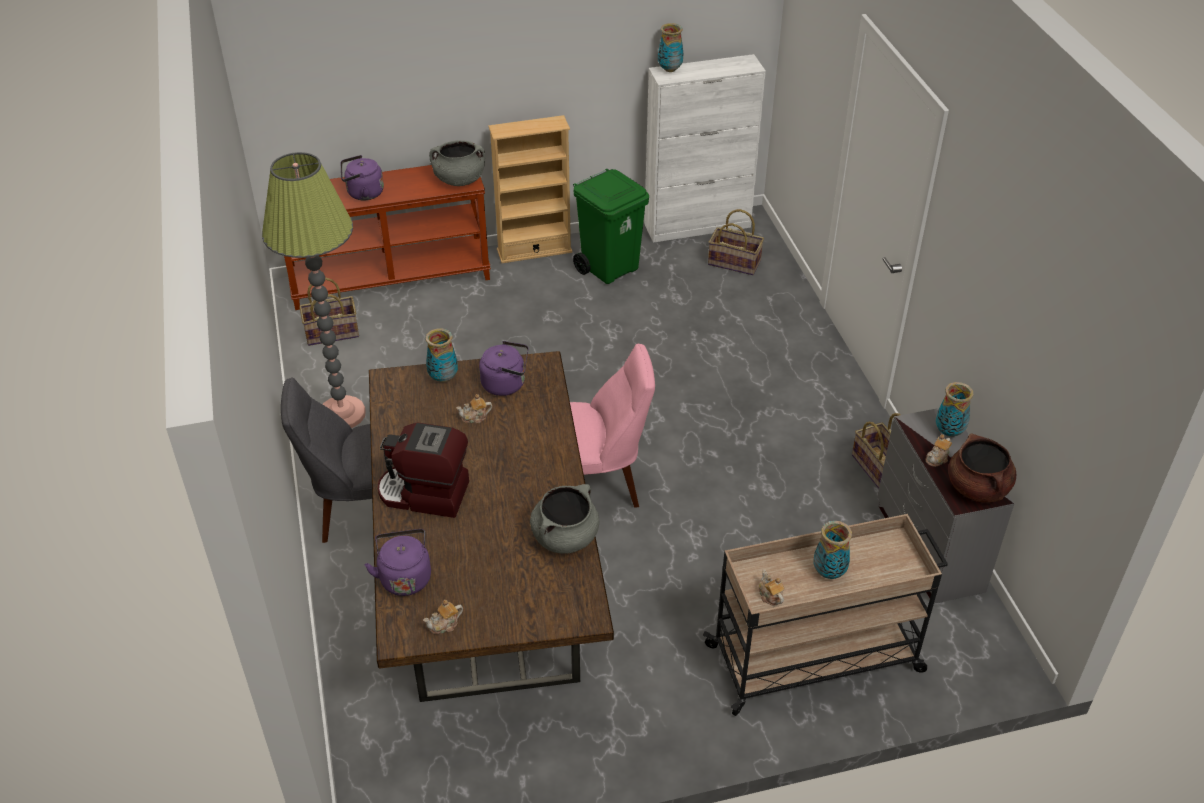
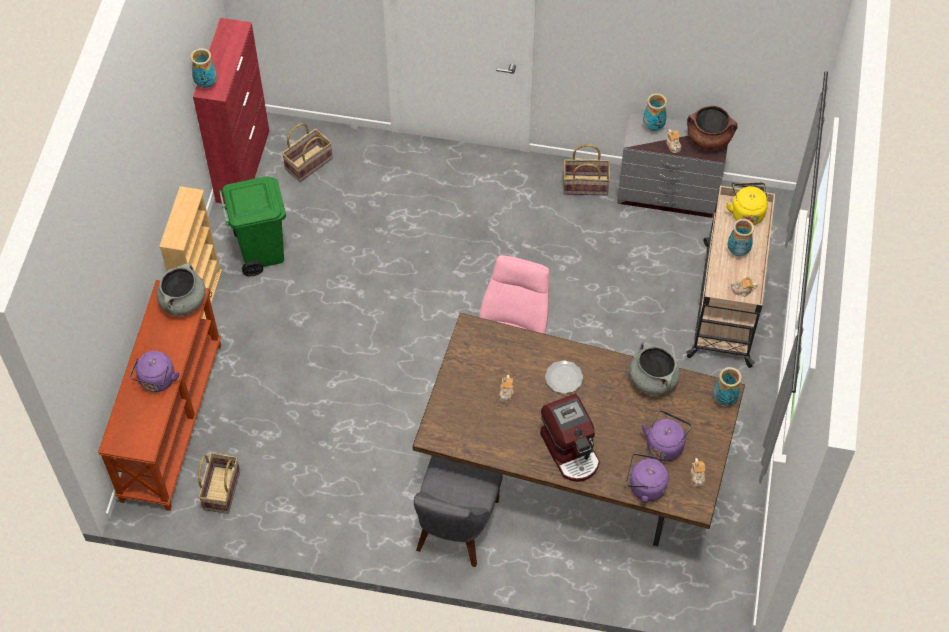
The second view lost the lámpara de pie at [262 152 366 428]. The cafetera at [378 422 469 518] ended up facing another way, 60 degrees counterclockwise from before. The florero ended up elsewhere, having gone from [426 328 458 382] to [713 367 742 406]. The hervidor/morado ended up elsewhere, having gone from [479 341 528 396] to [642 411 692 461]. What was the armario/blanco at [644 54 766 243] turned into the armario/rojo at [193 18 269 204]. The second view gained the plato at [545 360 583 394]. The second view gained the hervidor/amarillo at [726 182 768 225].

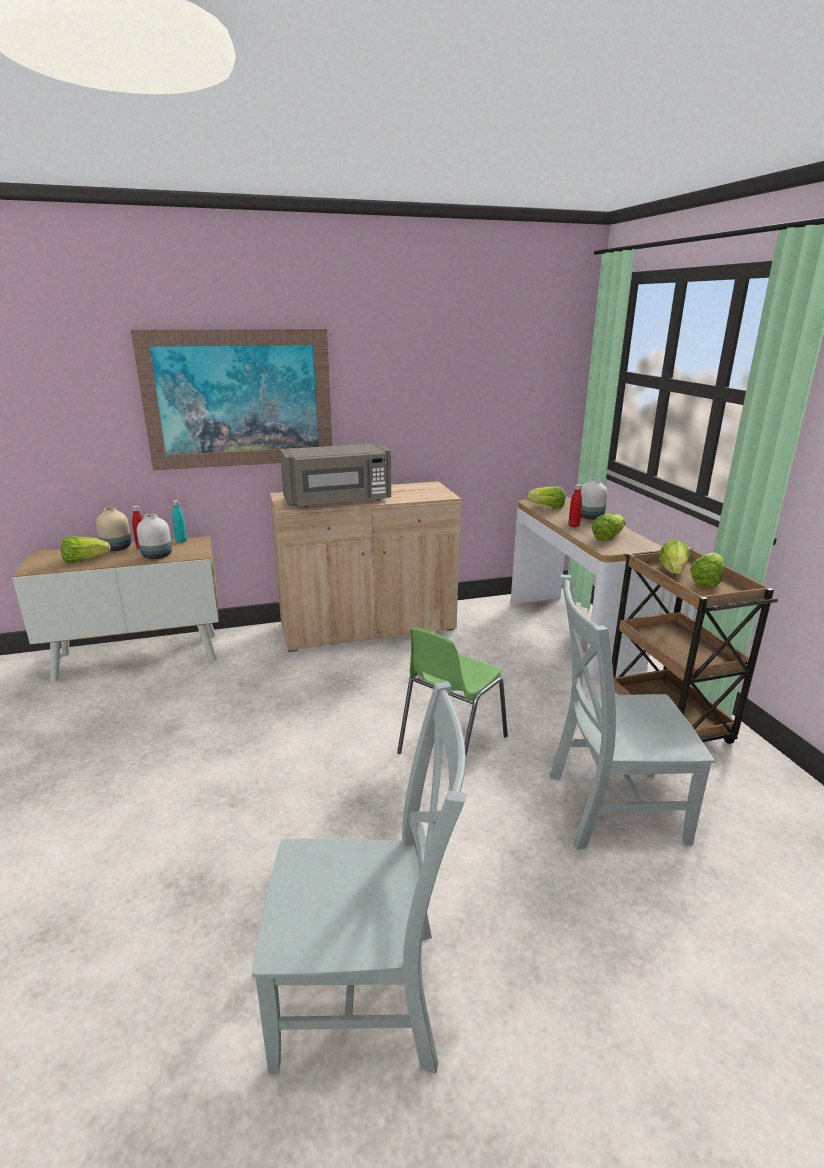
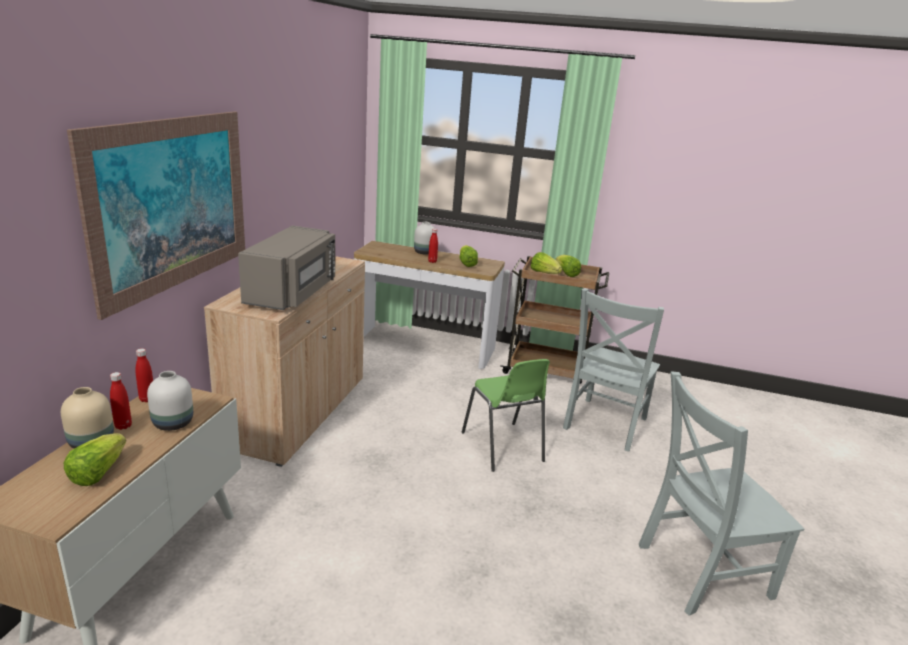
What was the botella/turquesa at [172 500 187 543] turned into the botella/rojo at [136 348 153 402]. The silla/gris at [252 682 467 1074] ended up facing another way, 135 degrees counterclockwise from before. The second view lost the lechuga at [527 486 566 509].

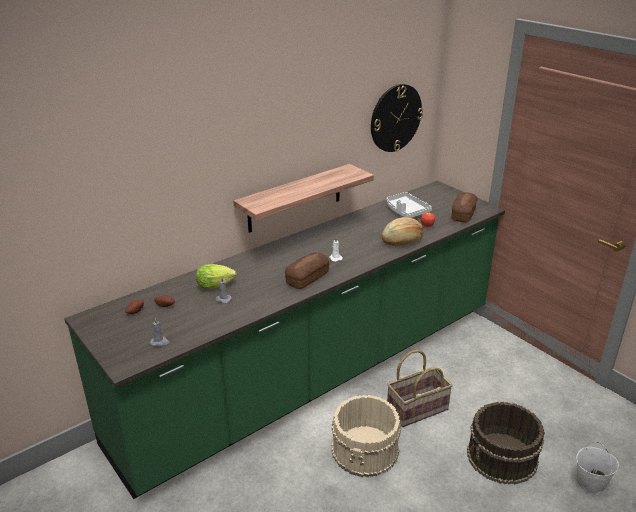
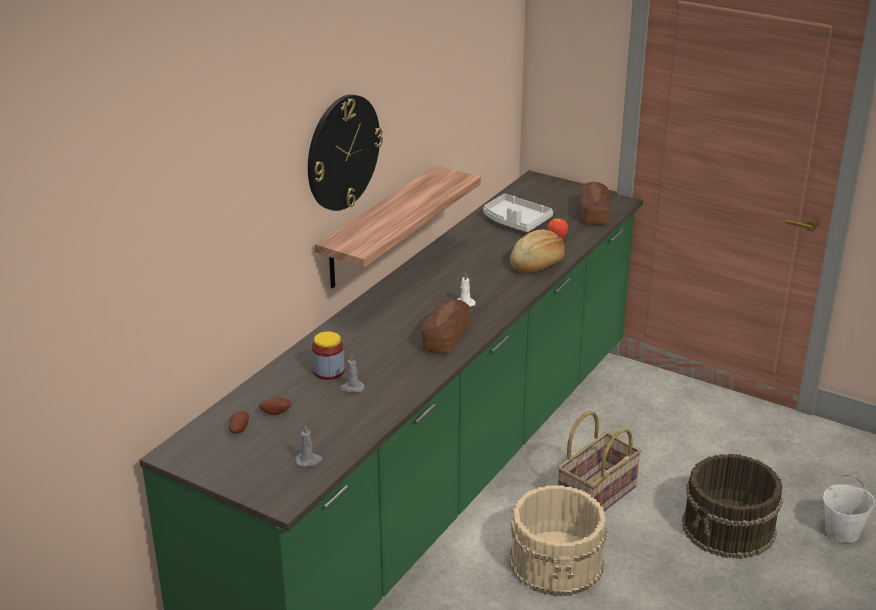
Where the lechuga stood at [196 264 237 289], the tarro came to stand at [312 331 344 380]. The reloj de pared ended up elsewhere, having gone from [371 84 423 152] to [308 95 383 211].

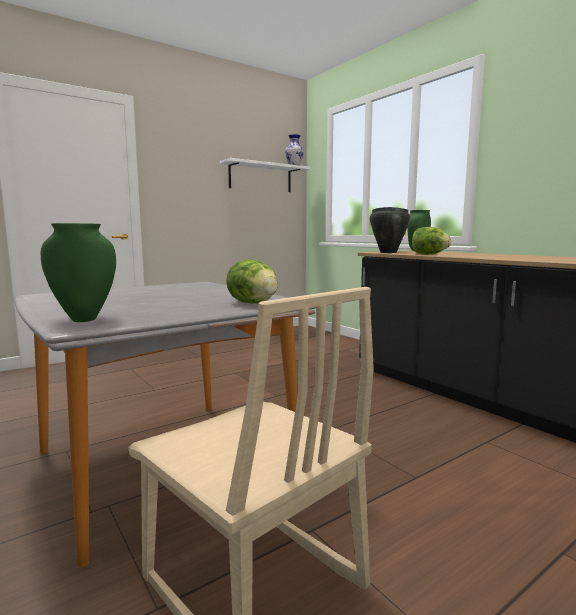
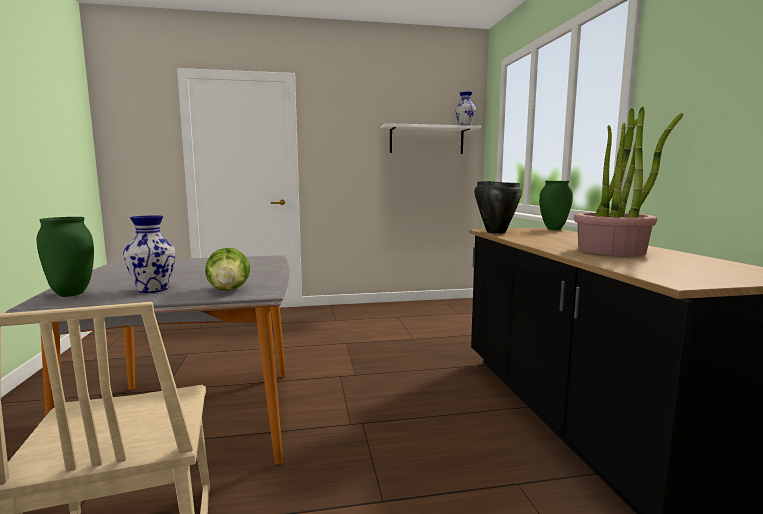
The second view lost the lechuga at [412 227 451 255]. The second view gained the florero at [123 215 176 293]. The second view gained the planta en maceta at [574 106 683 256].

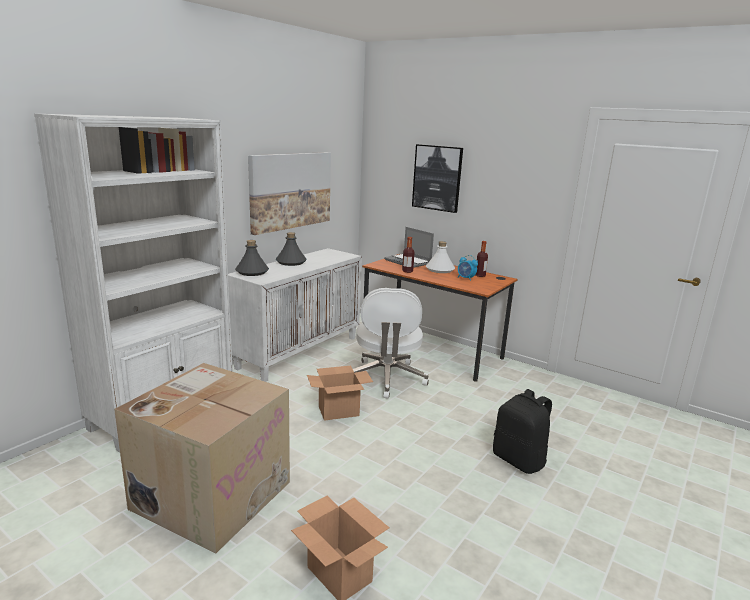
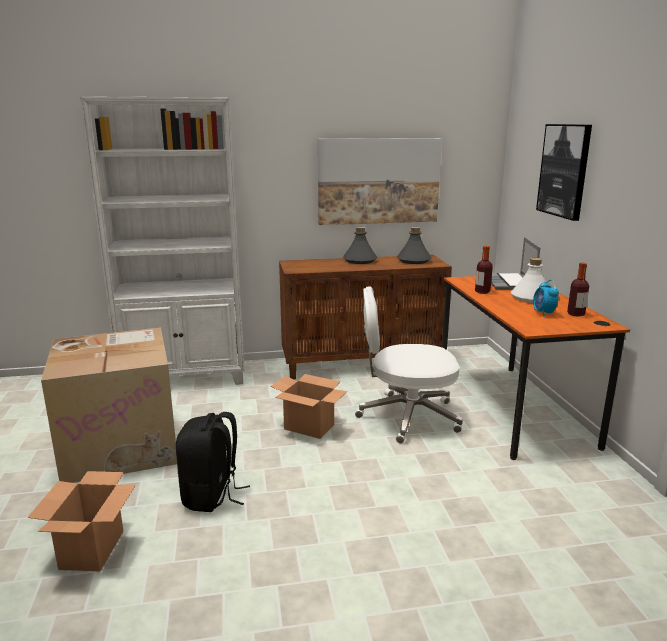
What was the armario/blanco at [228 248 362 382] turned into the armario/marrón at [279 255 452 379]. The botella/gris ended up elsewhere, having gone from [235 240 269 276] to [397 227 431 264]. The silla de oficina/blanco at [353 288 429 399] ended up facing another way, 45 degrees clockwise from before. The mochila/negro ended up elsewhere, having gone from [493 389 552 474] to [176 412 250 512].

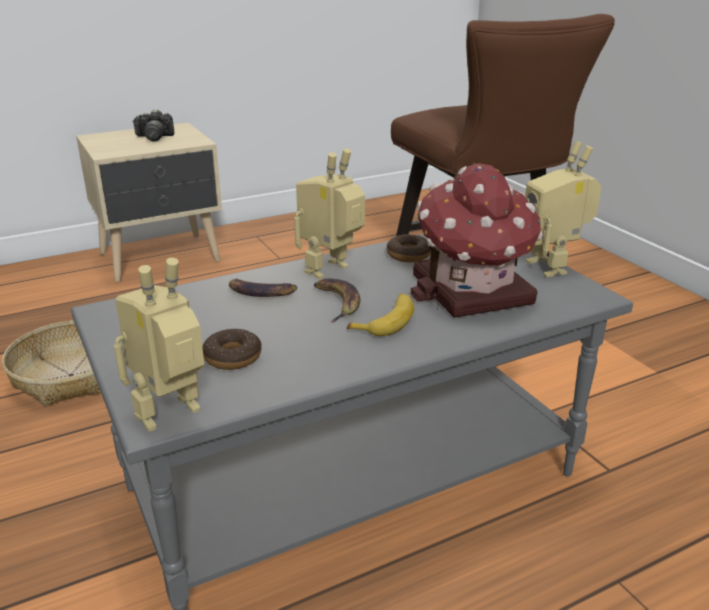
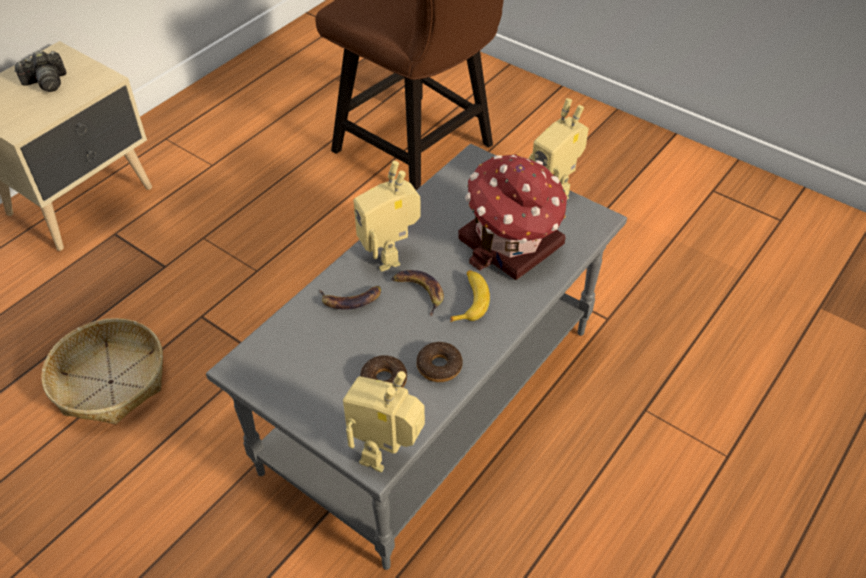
The robot de juguete at [294 149 365 279] ended up facing another way, 45 degrees counterclockwise from before. The rosquilla ended up elsewhere, having gone from [387 234 431 262] to [416 342 463 382].

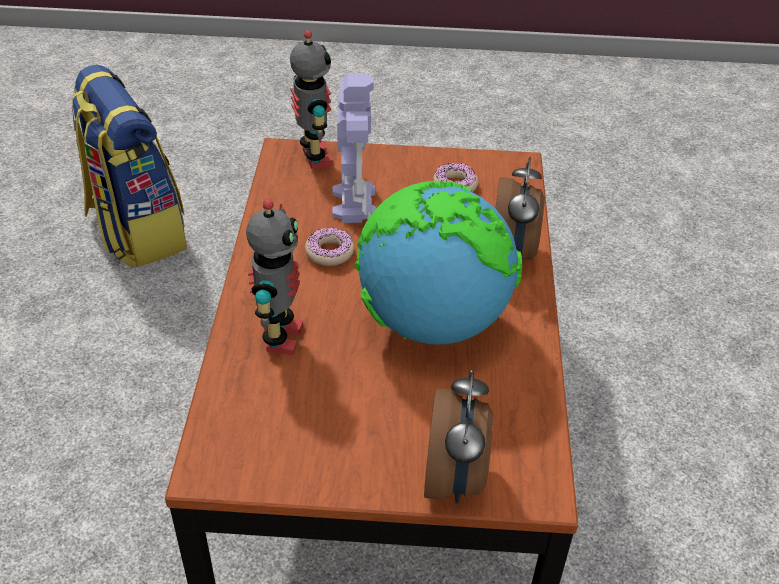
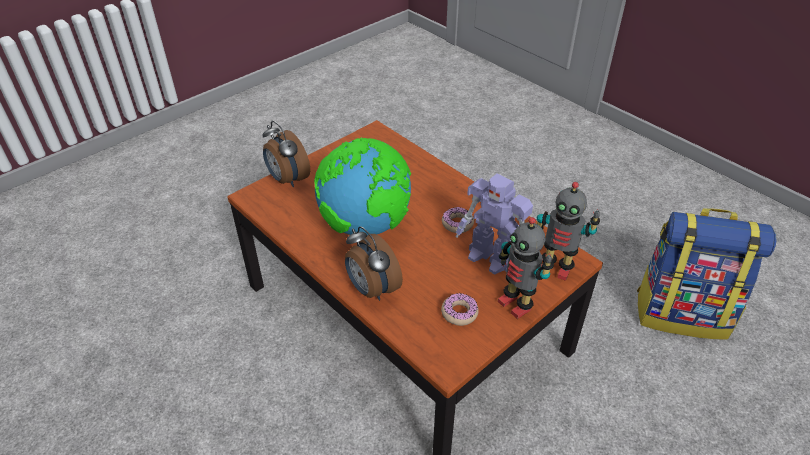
The robot de juguete ended up elsewhere, having gone from [246 199 303 355] to [498 217 554 319].

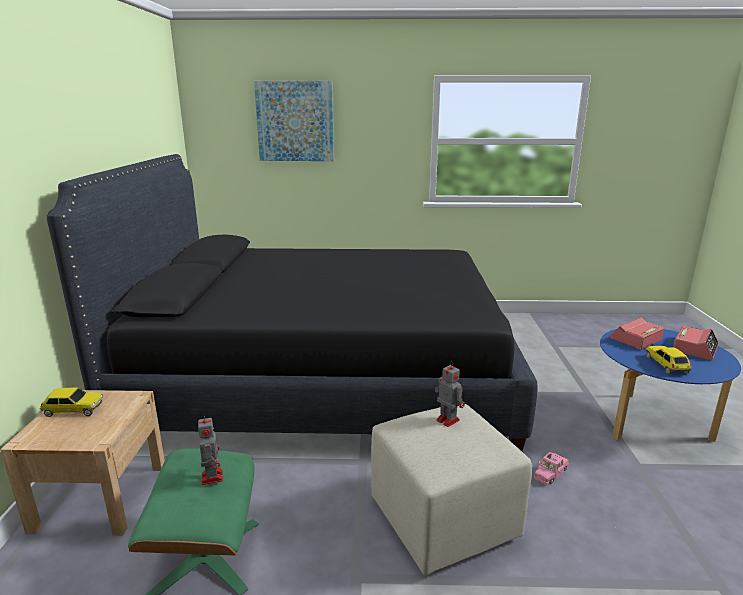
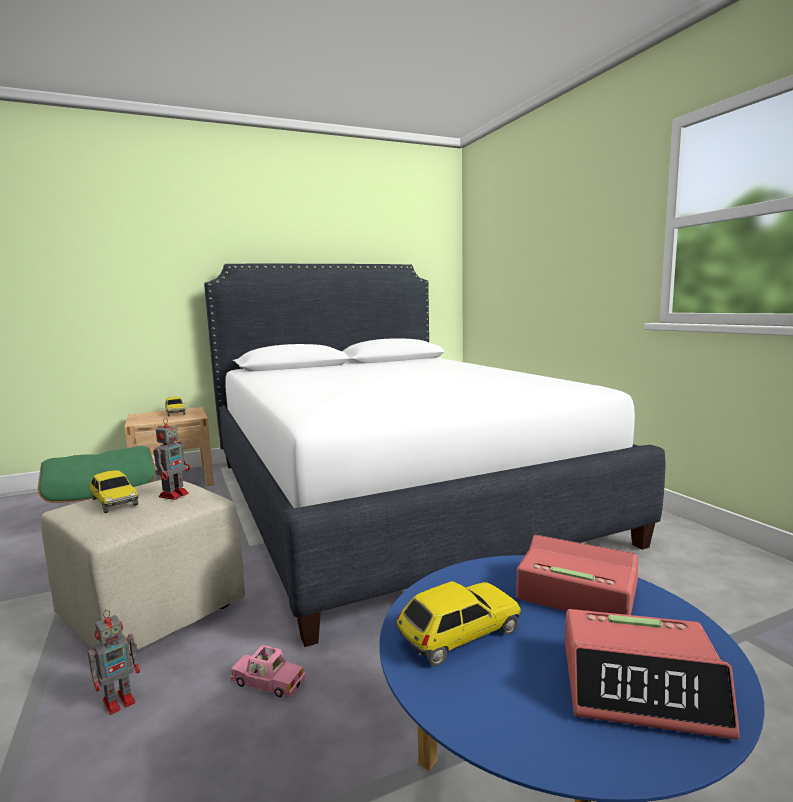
What was the cama/negro at [47 154 538 451] turned into the cama/blanco at [204 263 665 647]. The robot de juguete ended up elsewhere, having gone from [198 415 223 485] to [88 610 140 715]. The second view lost the cuadro at [254 81 334 161]. The second view gained the coche de juguete at [90 470 139 513].

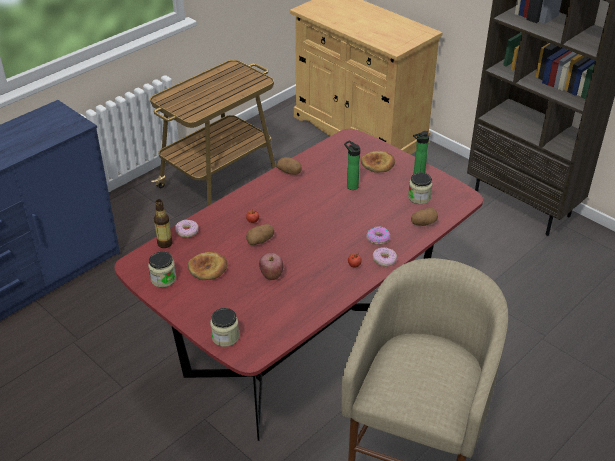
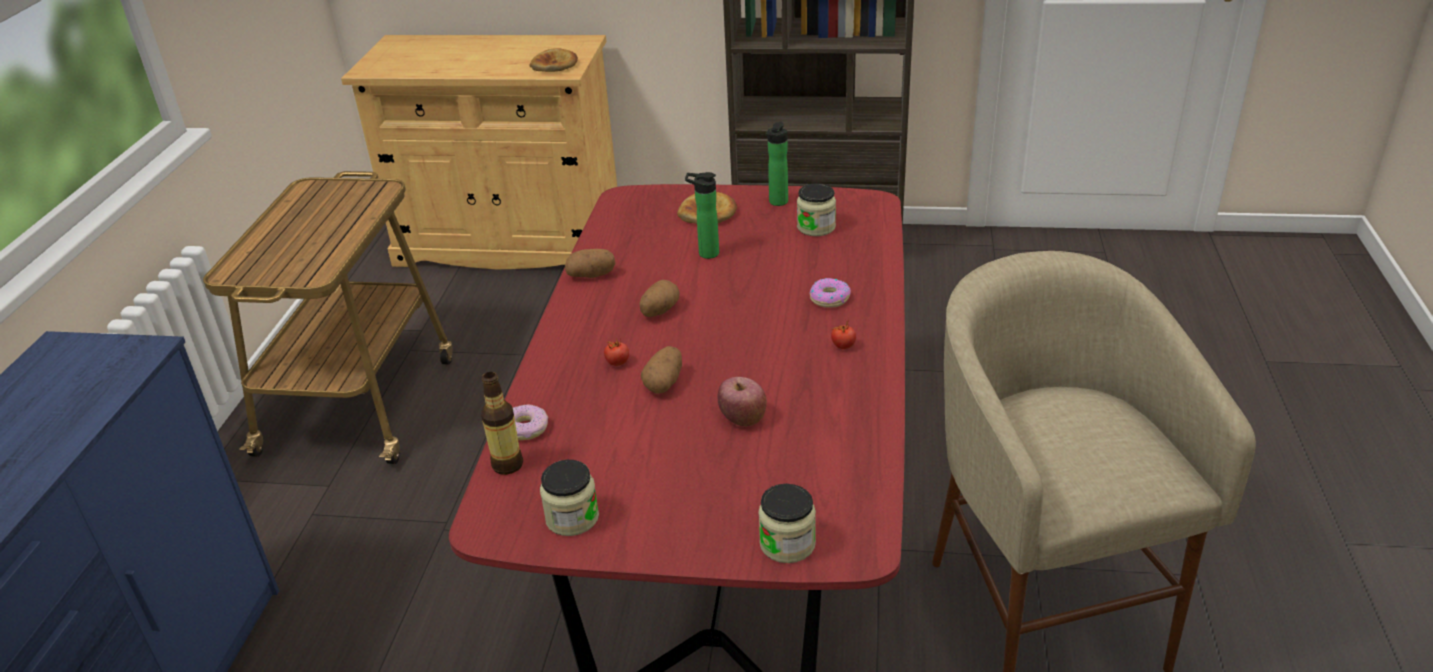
The pan ended up elsewhere, having gone from [188 252 227 280] to [529 48 578 72]. The second view lost the rosquilla at [373 247 397 267]. The patata ended up elsewhere, having gone from [411 208 438 226] to [640 280 680 317].

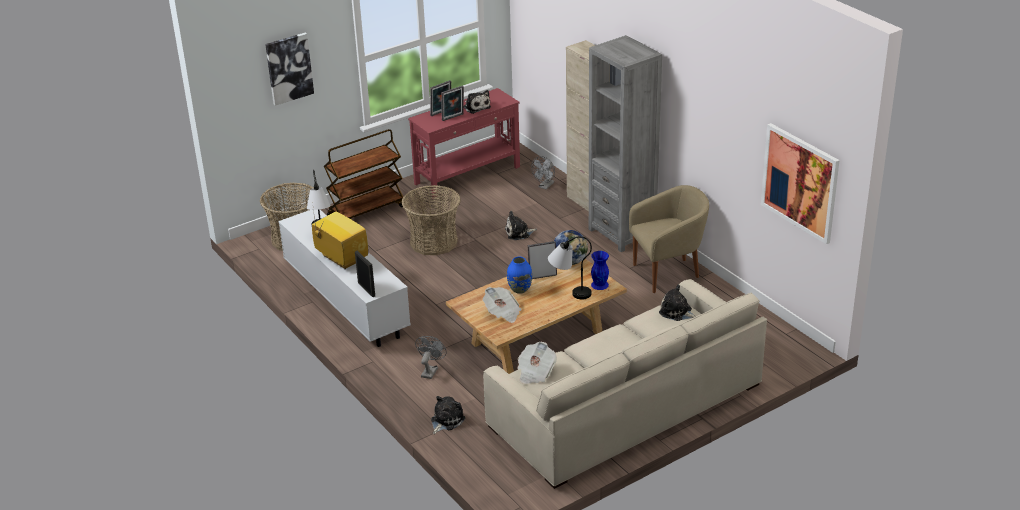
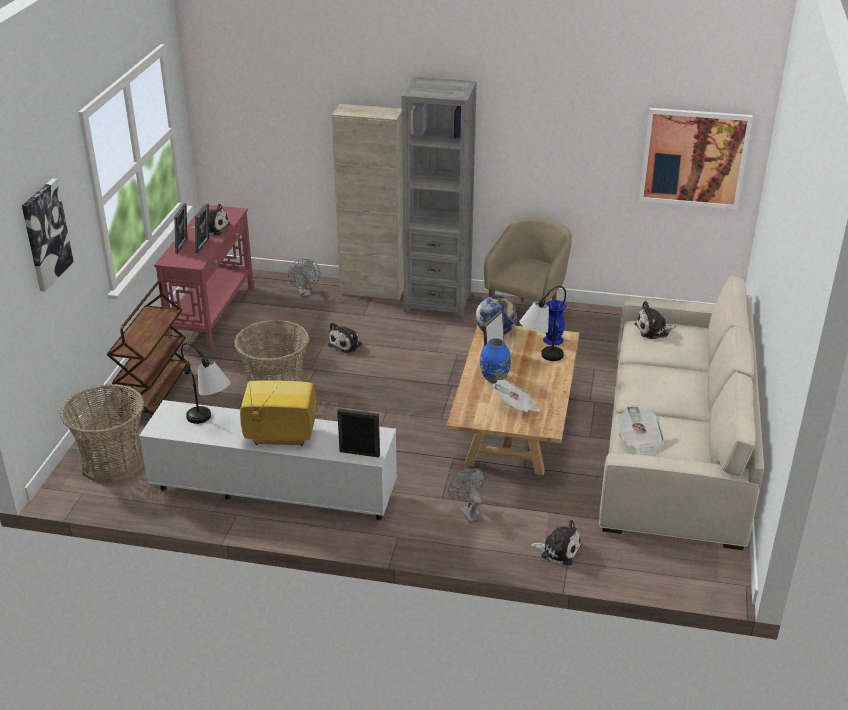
The peluche at [431 396 465 434] ended up facing another way, 120 degrees clockwise from before.

